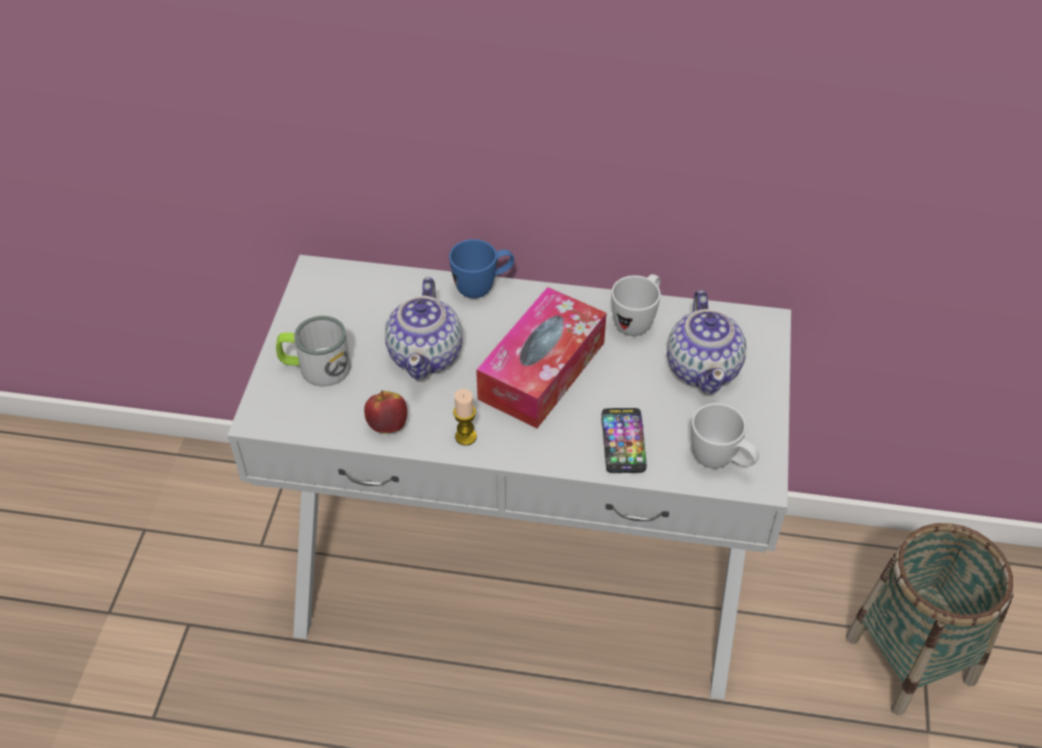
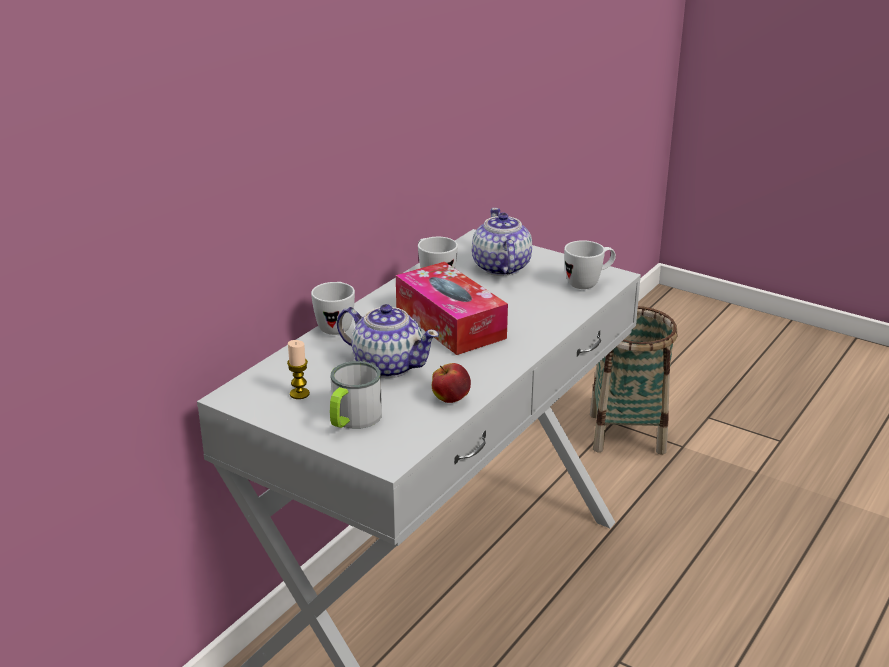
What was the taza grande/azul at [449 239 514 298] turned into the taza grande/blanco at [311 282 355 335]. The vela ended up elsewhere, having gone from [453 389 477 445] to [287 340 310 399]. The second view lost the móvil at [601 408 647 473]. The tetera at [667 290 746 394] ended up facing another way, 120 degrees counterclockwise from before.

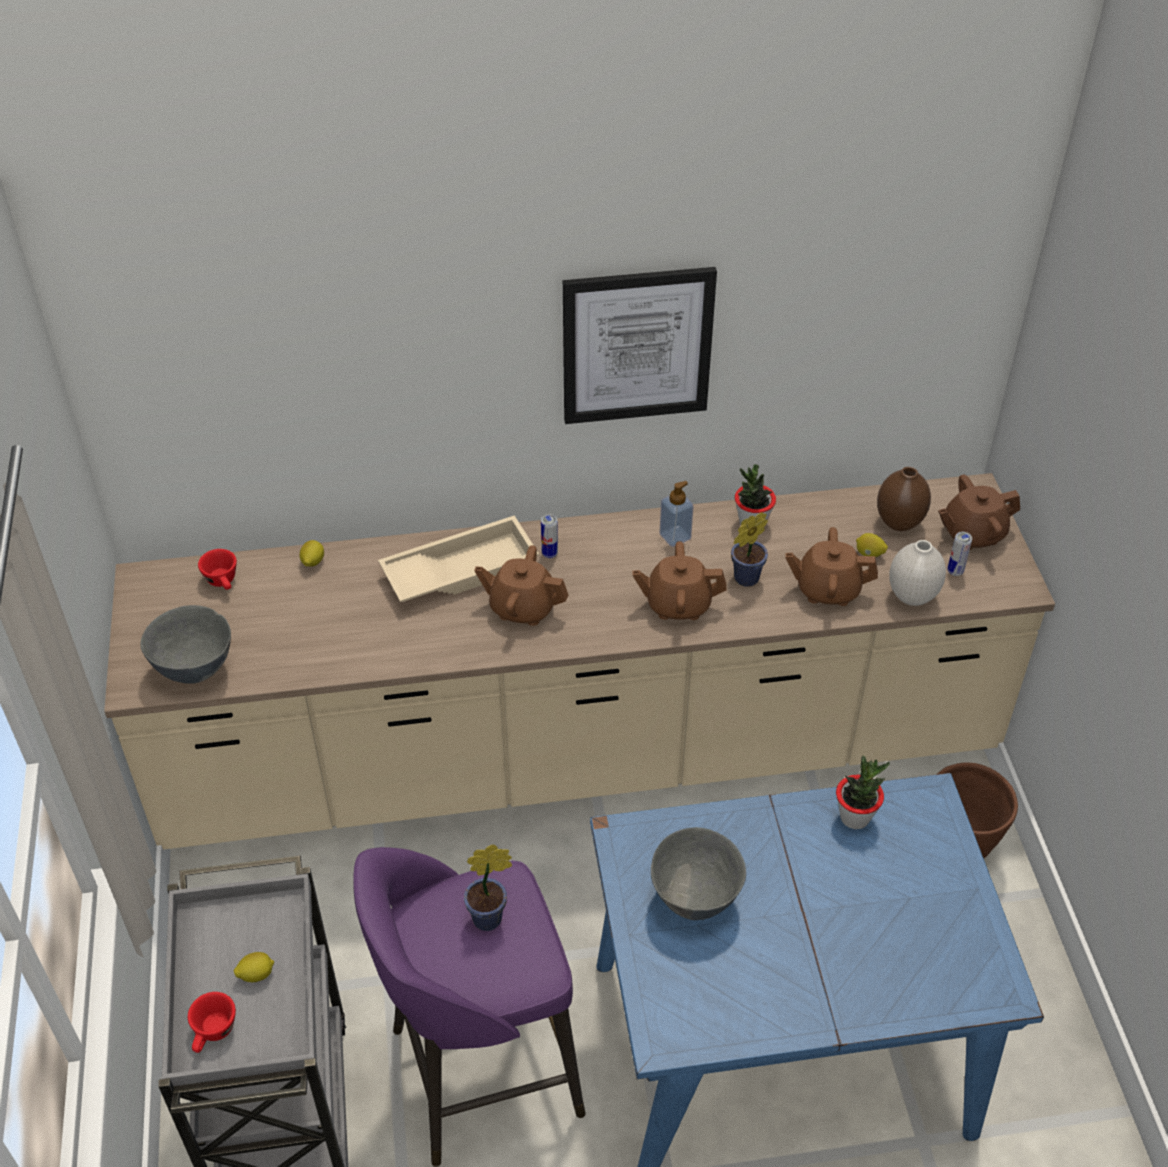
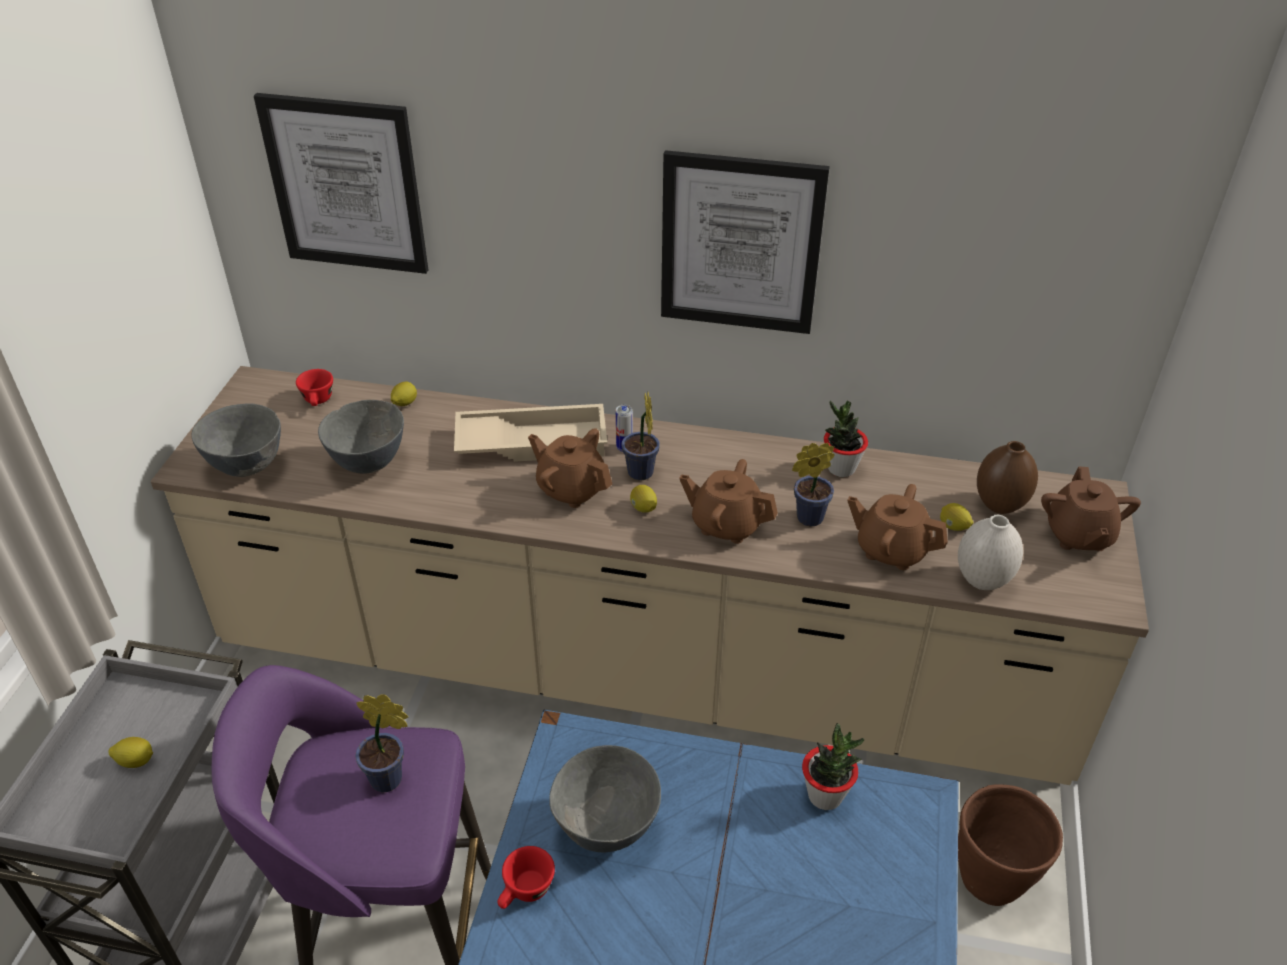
The taza/rojo ended up elsewhere, having gone from [188 992 236 1053] to [497 846 555 909]. The second view lost the dispensador de jabón at [660 481 693 547]. The tetera/marrón at [938 474 1020 550] ended up facing another way, 90 degrees counterclockwise from before. The second view lost the lata at [947 532 972 576]. The second view gained the cuadro at [254 93 428 274]. The second view gained the cuenco/gris at [318 400 404 474]. The second view gained the planta en maceta at [621 392 660 480]. The second view gained the limón at [630 485 657 513].

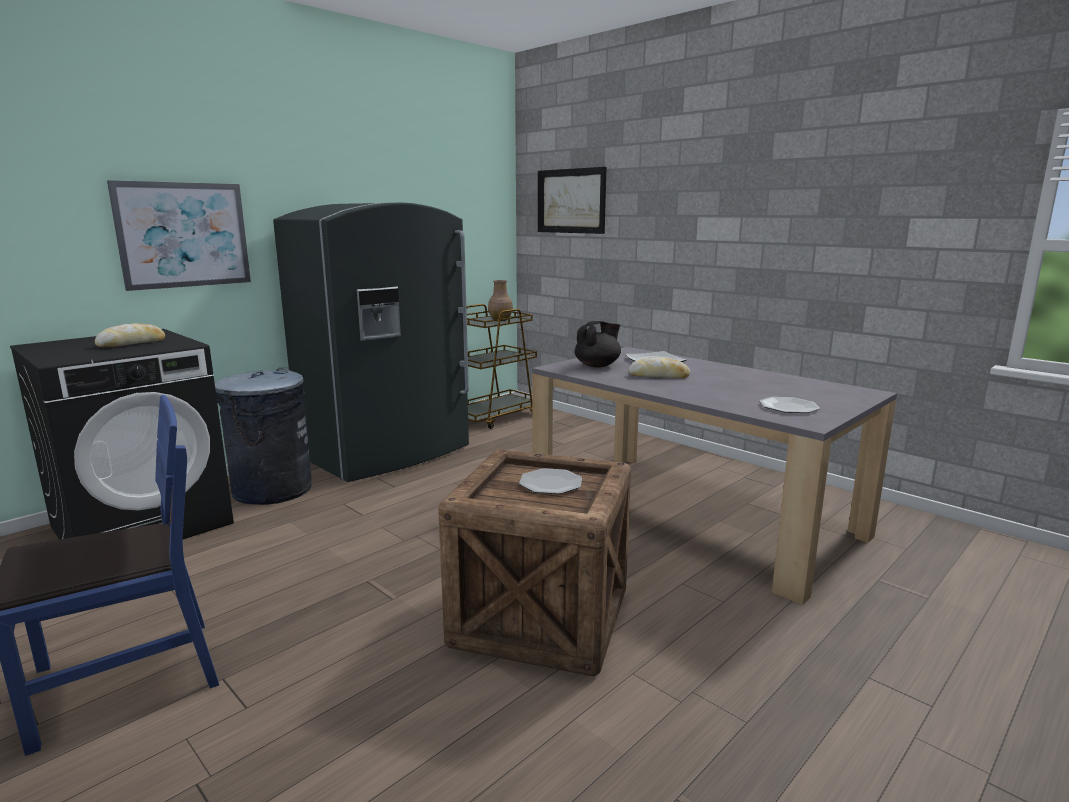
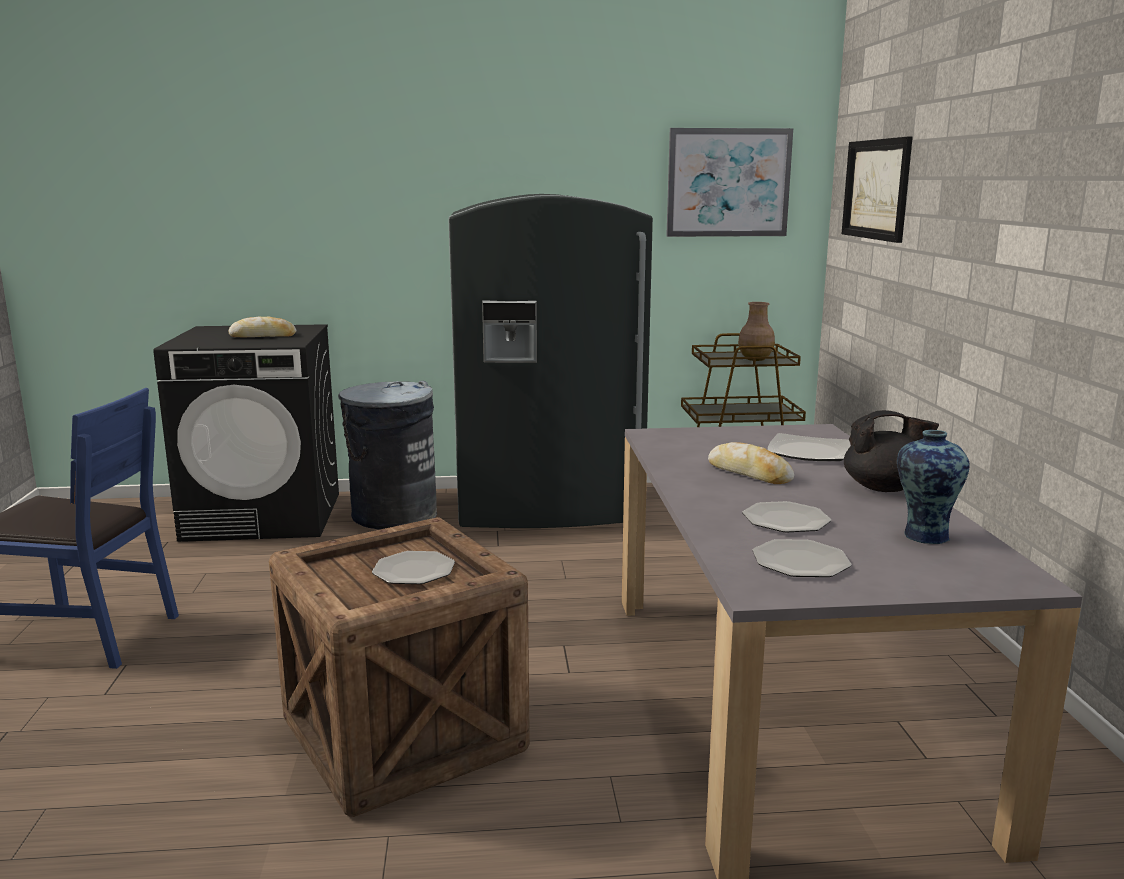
The cuadro ended up elsewhere, having gone from [107 180 251 291] to [666 128 793 237]. The tetera/negro ended up elsewhere, having gone from [575 321 621 367] to [844 410 939 492]. The second view gained the plato at [742 501 831 532]. The second view gained the florero at [897 430 970 544].

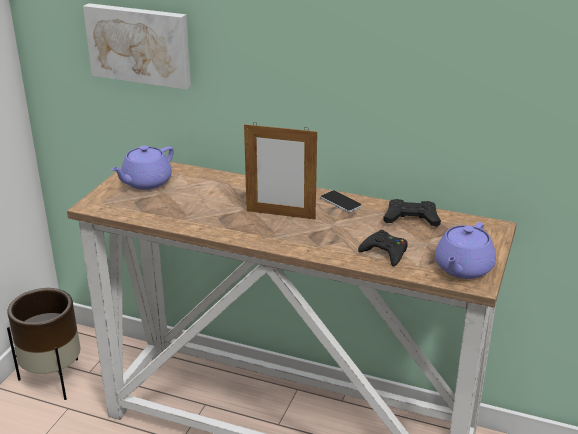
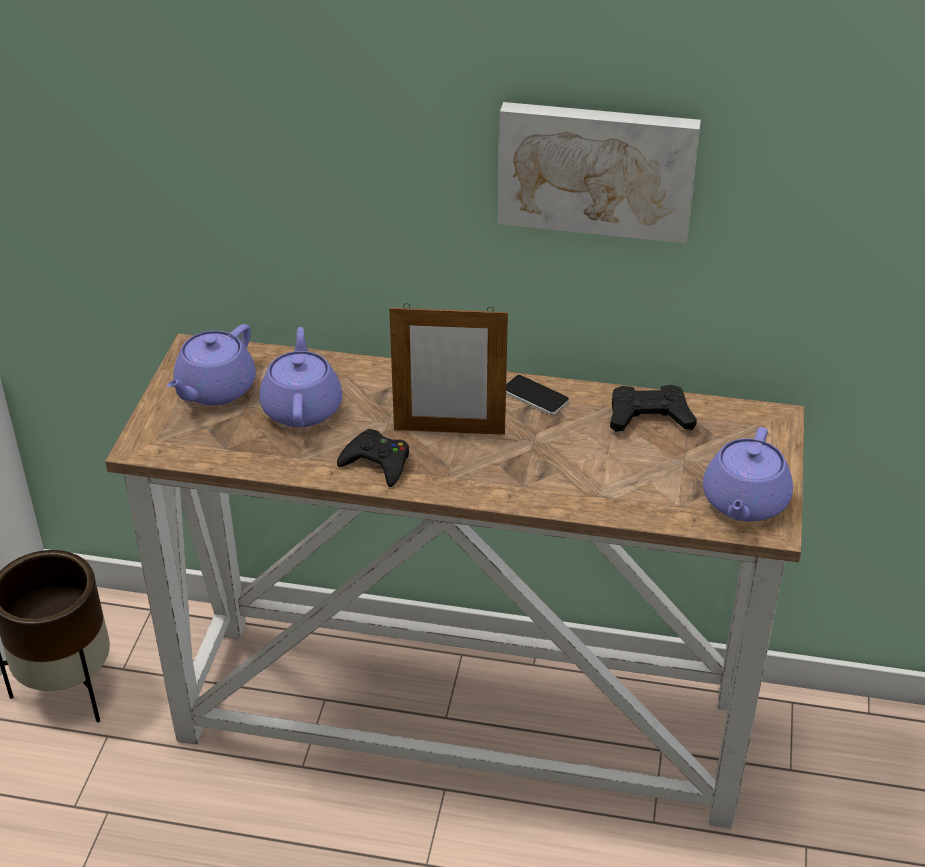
The cuadro ended up elsewhere, having gone from [83 3 191 90] to [498 102 701 243]. The mando de consola/negro ended up elsewhere, having gone from [358 230 408 266] to [337 429 409 487]. The second view gained the tetera/morado at [259 327 342 427].

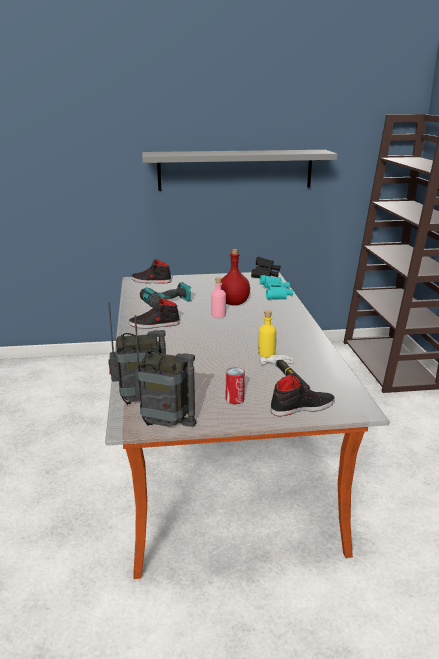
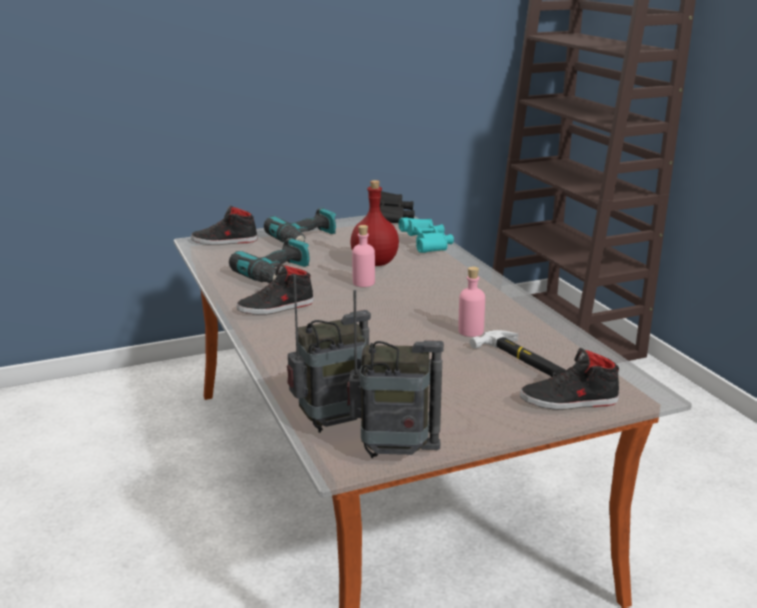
The second view lost the estante/gris at [142 150 337 191]. The second view lost the lata at [226 367 245 404]. What was the botella/amarillo at [258 310 276 357] turned into the botella/rosa at [458 267 485 337]. The zapato/negro at [270 373 335 416] ended up facing another way, 150 degrees counterclockwise from before. The second view gained the taladro at [264 208 336 243].

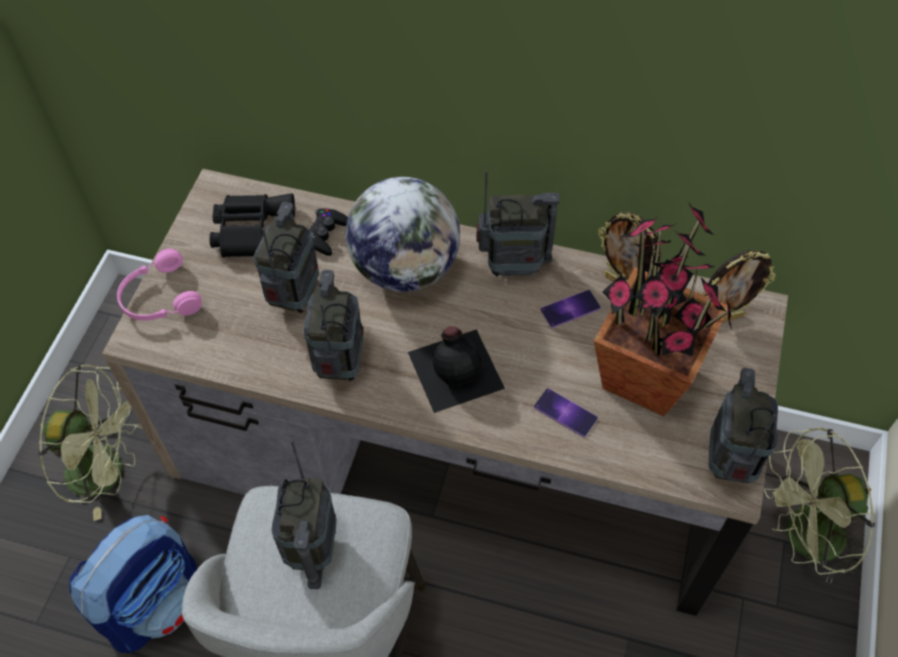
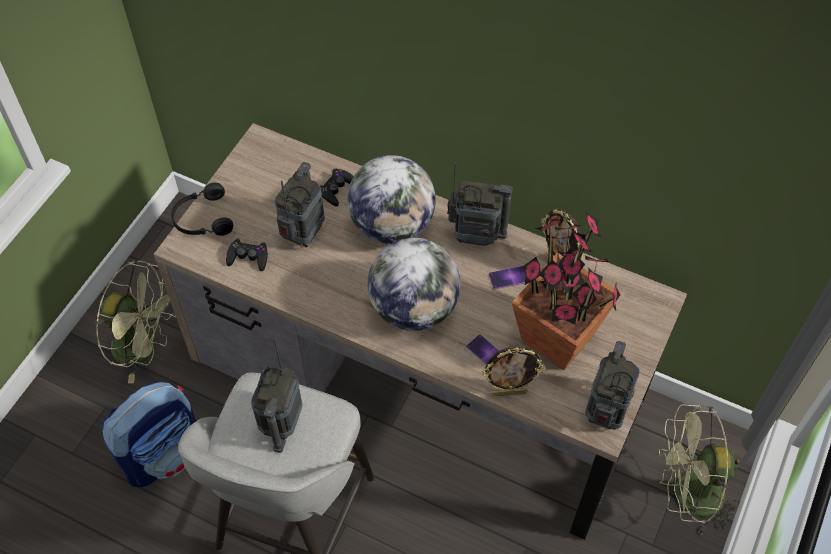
What was the auriculares/rosa at [117 248 202 320] turned into the auriculares/negro at [171 183 233 236]. The second view lost the prismáticos/negro at [209 193 295 258]. The second view lost the radio at [303 270 363 381]. Where the botella/negro stood at [408 326 505 413], the globo terráqueo came to stand at [367 238 461 331]. The portarretratos ended up elsewhere, having gone from [702 250 776 322] to [481 346 546 396]. The second view gained the mando de consola/negro at [226 238 268 271].

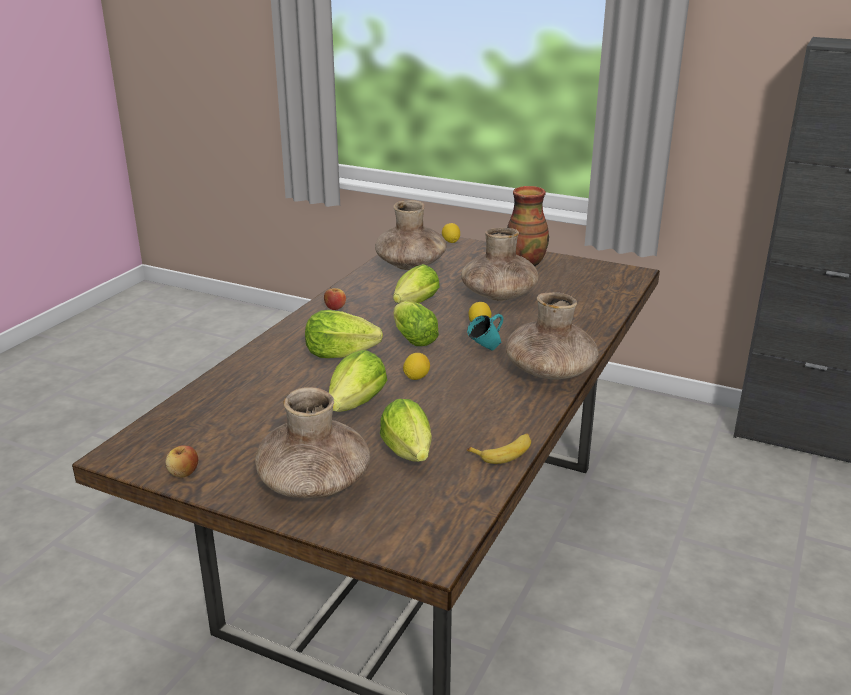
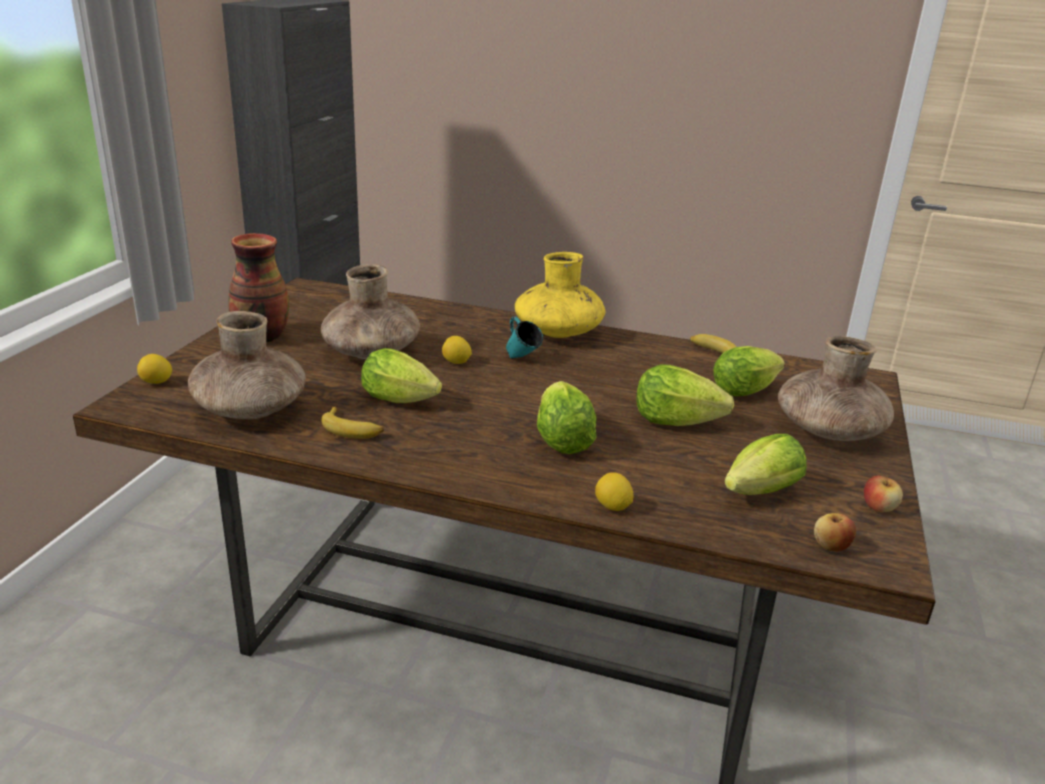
The manzana ended up elsewhere, having gone from [324 287 346 310] to [814 513 856 552]. The lechuga ended up elsewhere, having gone from [394 301 439 346] to [725 434 807 495]. The limón ended up elsewhere, having gone from [403 353 430 380] to [595 472 633 511]. What was the florero/marrón at [506 292 599 380] turned into the florero/amarillo at [515 252 605 338]. The second view gained the plátano at [321 407 384 439].

